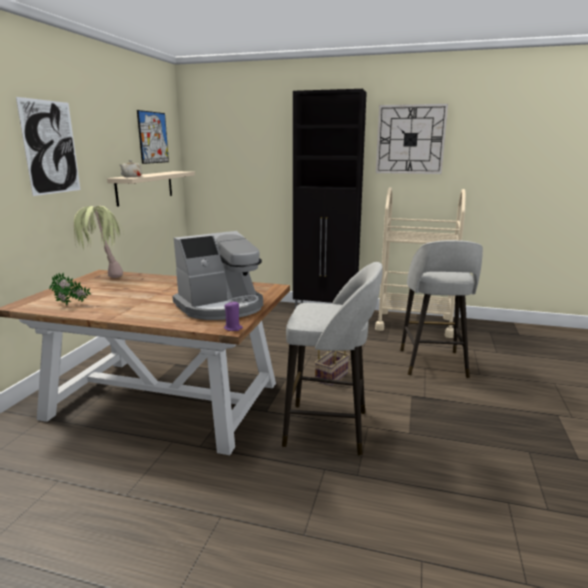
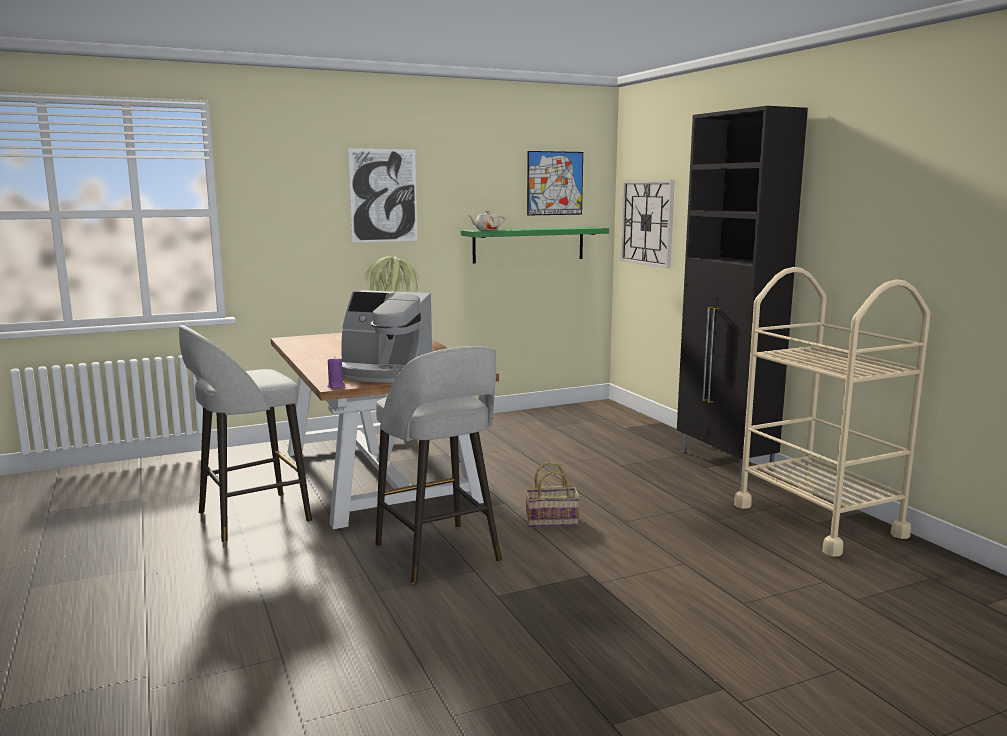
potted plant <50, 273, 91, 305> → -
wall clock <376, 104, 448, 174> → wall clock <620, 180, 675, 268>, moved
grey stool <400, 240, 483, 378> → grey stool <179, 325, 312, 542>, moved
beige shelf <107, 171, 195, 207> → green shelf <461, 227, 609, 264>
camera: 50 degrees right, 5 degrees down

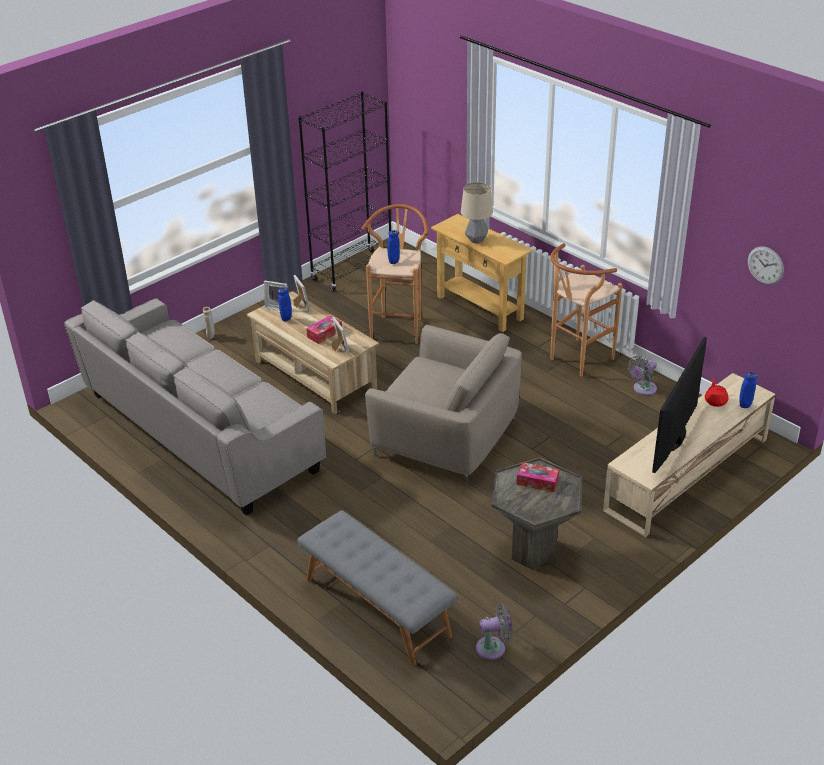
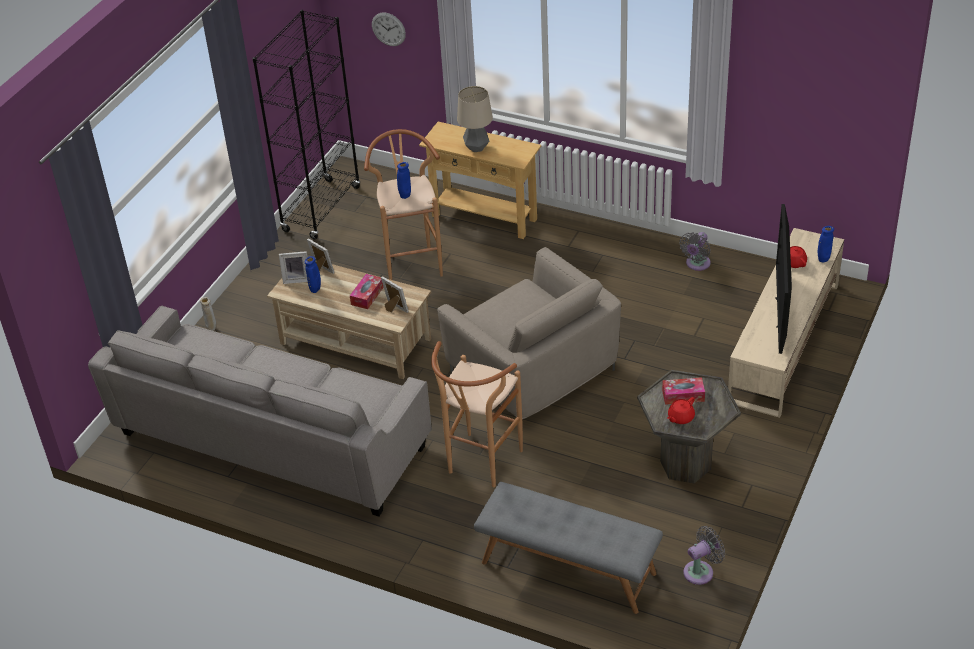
- → red teapot <667, 397, 695, 424>
brown stool <550, 243, 622, 377> → brown stool <431, 341, 523, 488>, moved
wall clock <748, 247, 784, 285> → wall clock <372, 12, 406, 46>, moved
beige armchair <365, 325, 522, 486> → beige armchair <437, 247, 621, 419>, 45 degrees clockwise
camera: 20 degrees left, 5 degrees up

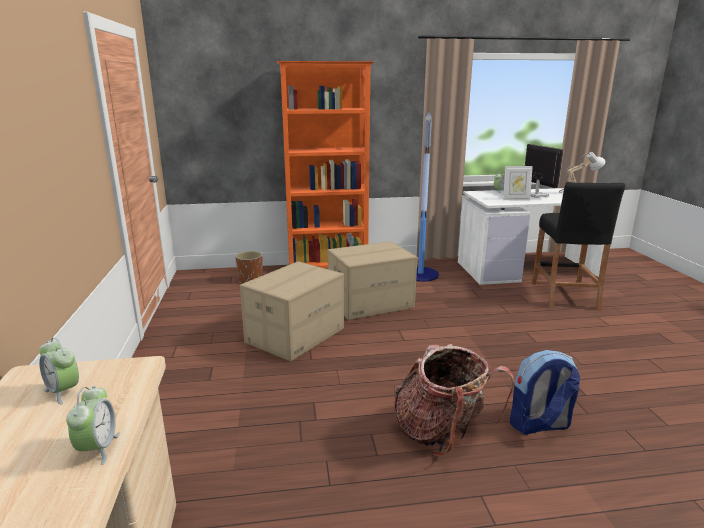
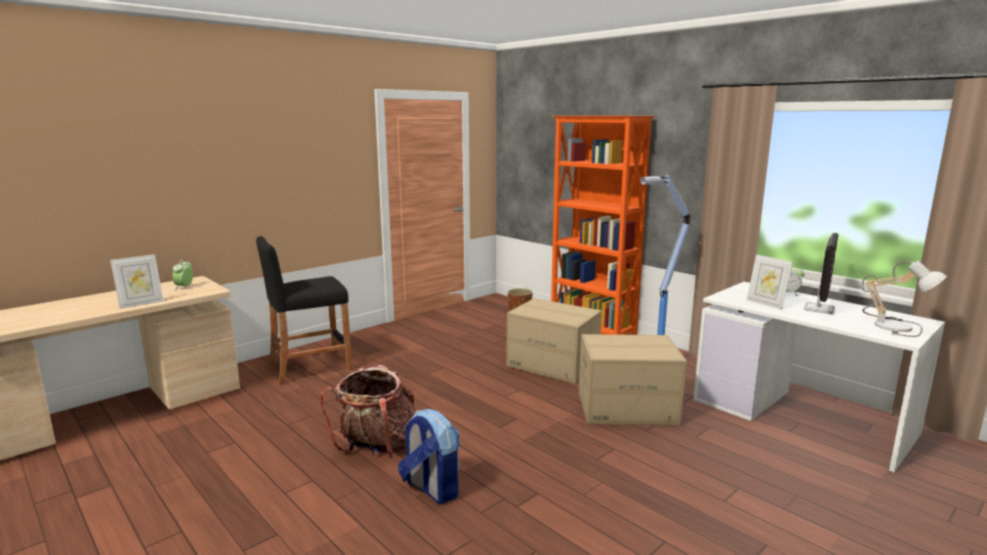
cardboard box <240, 261, 344, 361> → cardboard box <578, 334, 687, 425>, moved
black stool <532, 182, 625, 310> → black stool <256, 236, 352, 385>, moved
alarm clock <66, 386, 120, 465> → picture frame <110, 254, 164, 309>
camera: 55 degrees right, 5 degrees down

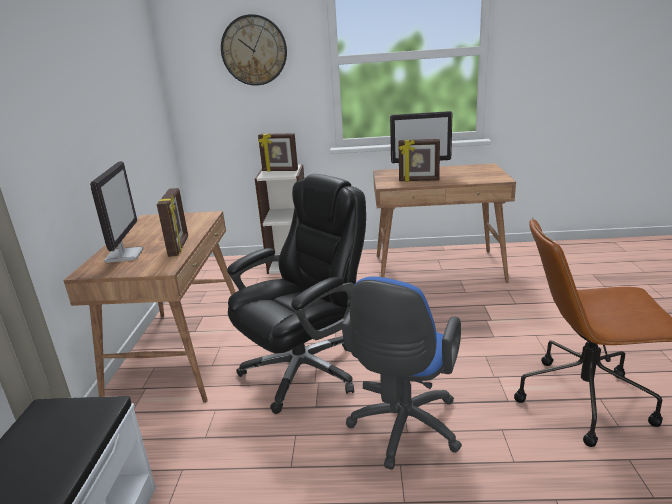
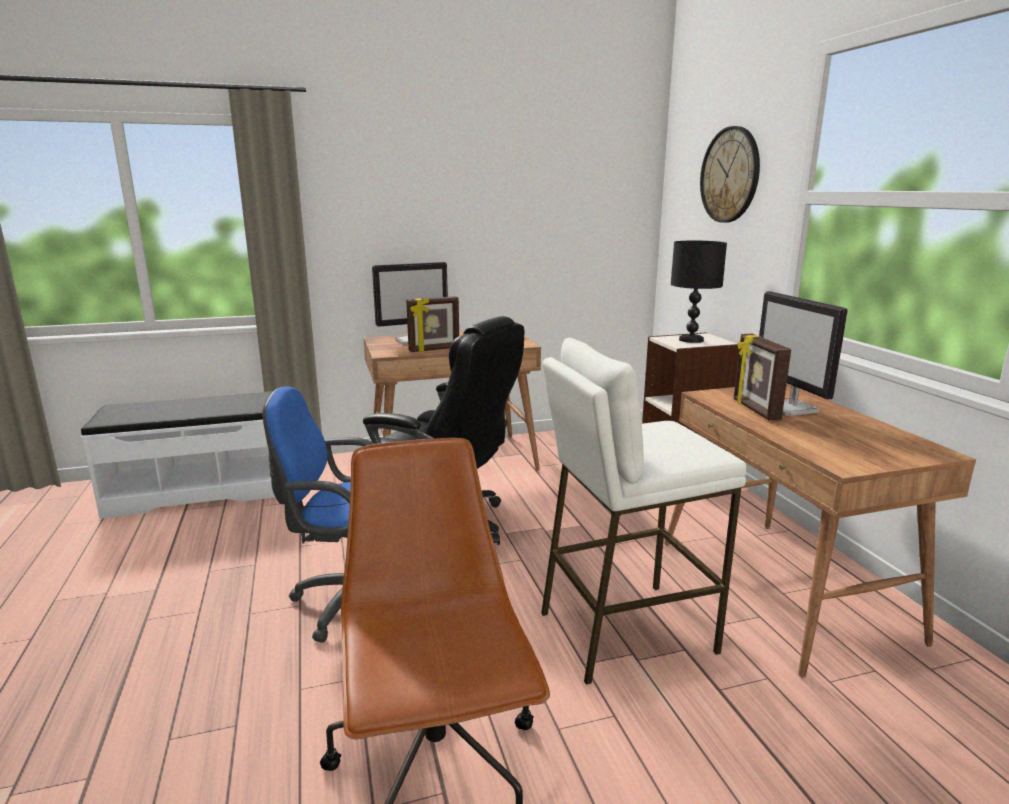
- → white stool <541, 338, 746, 685>
picture frame <258, 133, 298, 172> → black table lamp <671, 241, 727, 343>
camera: 70 degrees right, 5 degrees down

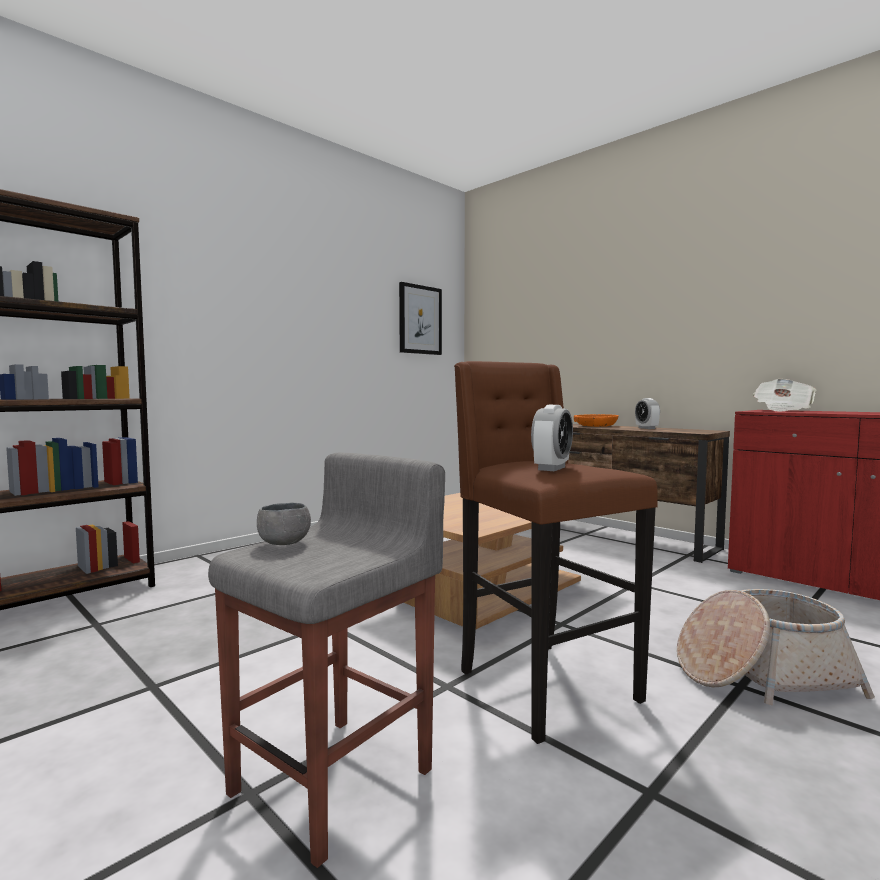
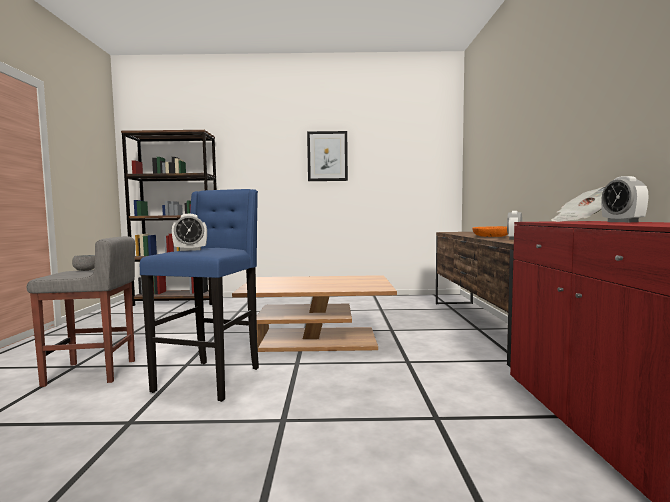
basket <677, 589, 875, 706> → -
- → alarm clock <601, 176, 649, 222>
picture <399, 282, 442, 355> → picture <307, 131, 348, 181>, moved
brown stool <454, 361, 658, 744> → blue stool <140, 189, 259, 402>
camera: 45 degrees right, 0 degrees up

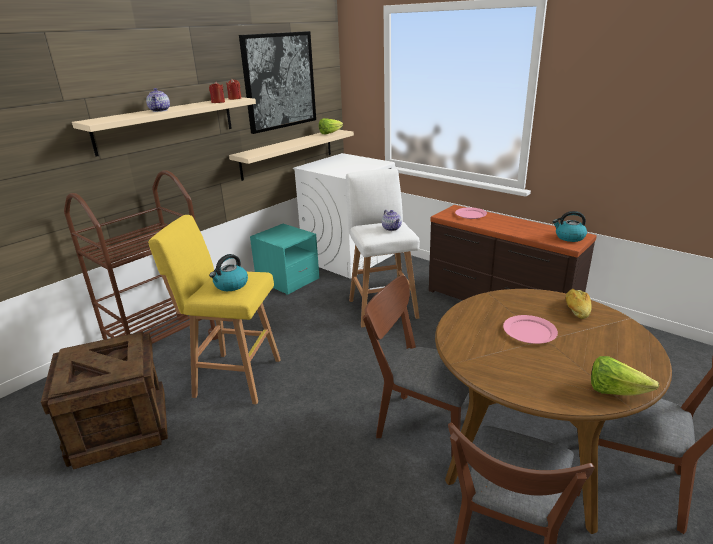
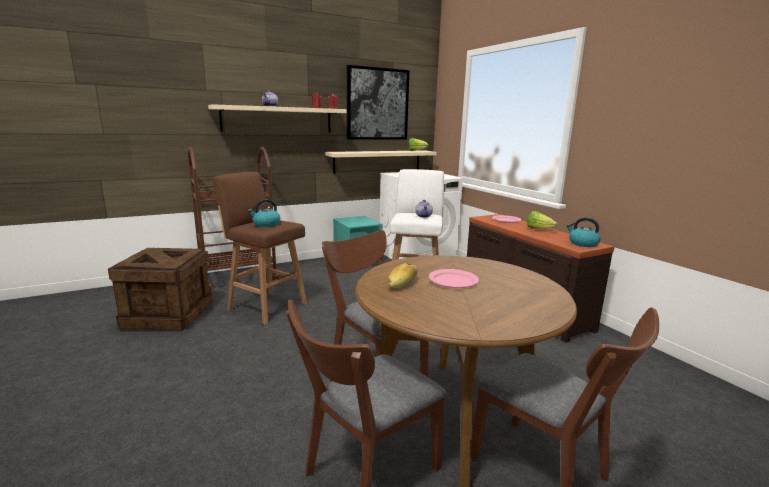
bread <566, 289, 591, 319> → bread <388, 262, 418, 289>, moved
lettuce <591, 356, 659, 396> → lettuce <527, 211, 558, 229>, moved
yellow stool <148, 215, 281, 405> → brown stool <213, 172, 307, 325>
camera: 20 degrees right, 10 degrees down

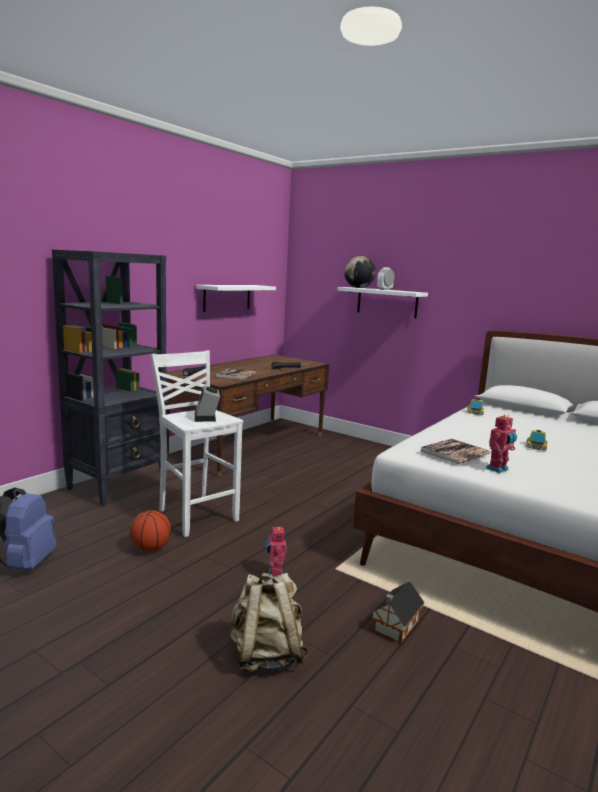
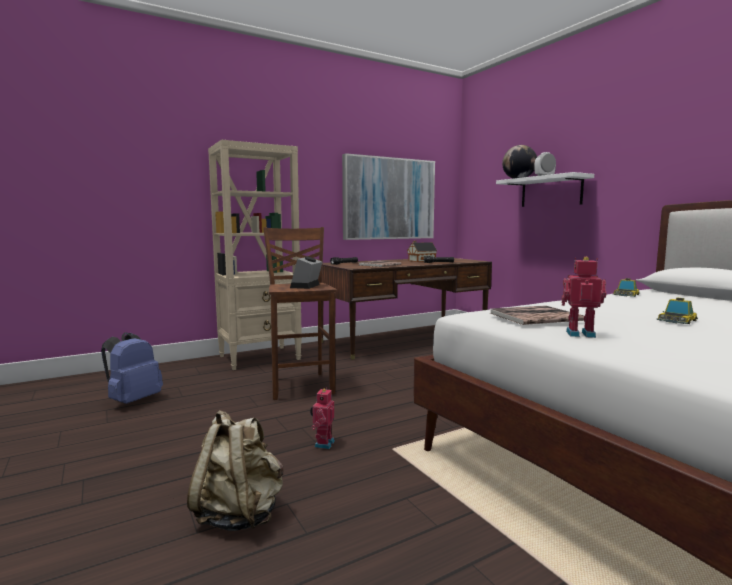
basketball <130, 510, 171, 551> → -
toy house <371, 582, 424, 644> → toy house <407, 241, 437, 262>, moved
white shelf <196, 285, 276, 312> → picture <342, 153, 435, 240>
black bookcase <52, 250, 168, 507> → beige bookcase <208, 140, 302, 370>
white stool <150, 350, 243, 537> → brown stool <263, 227, 337, 400>
toy robot <486, 415, 517, 473> → toy robot <562, 257, 607, 338>, 150 degrees counterclockwise
camera: 25 degrees right, 5 degrees down

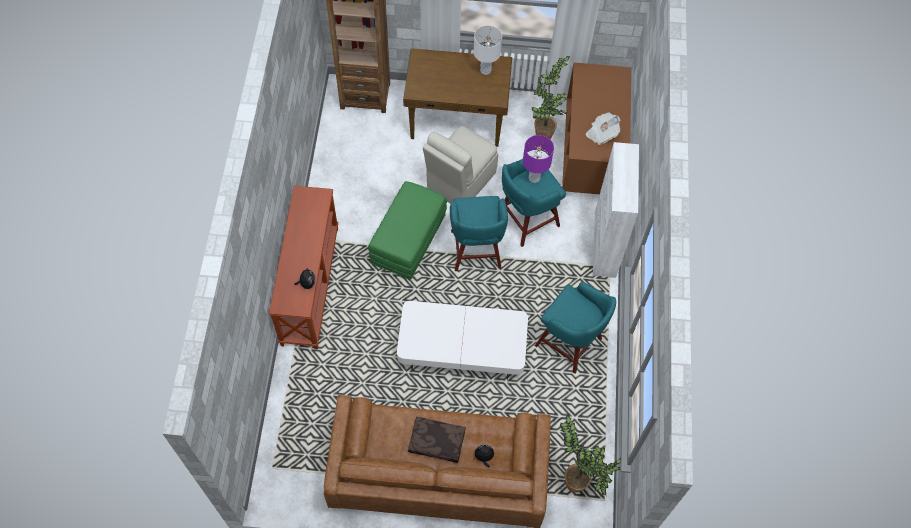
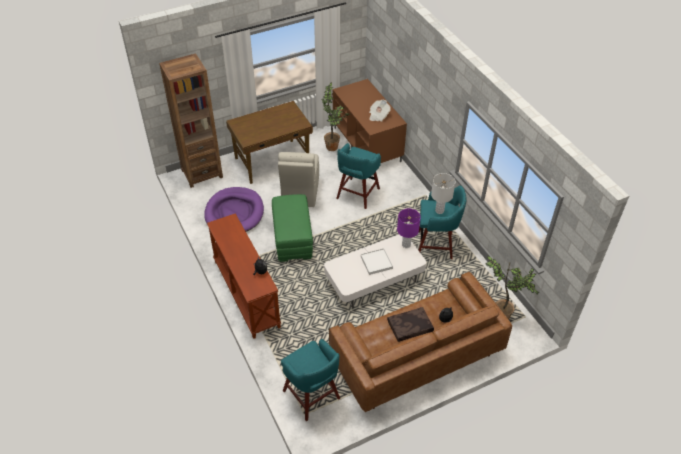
white cabinet <593, 142, 639, 278> → -
- → purple dog bed <204, 187, 264, 232>
- → white tray <361, 248, 393, 275>
turquoise stool <450, 196, 508, 271> → turquoise stool <281, 339, 340, 421>, moved
white table lamp <473, 25, 502, 75> → white table lamp <431, 173, 455, 214>, moved
purple table lamp <523, 135, 554, 183> → purple table lamp <397, 209, 421, 248>, moved
camera: 30 degrees left, 15 degrees down

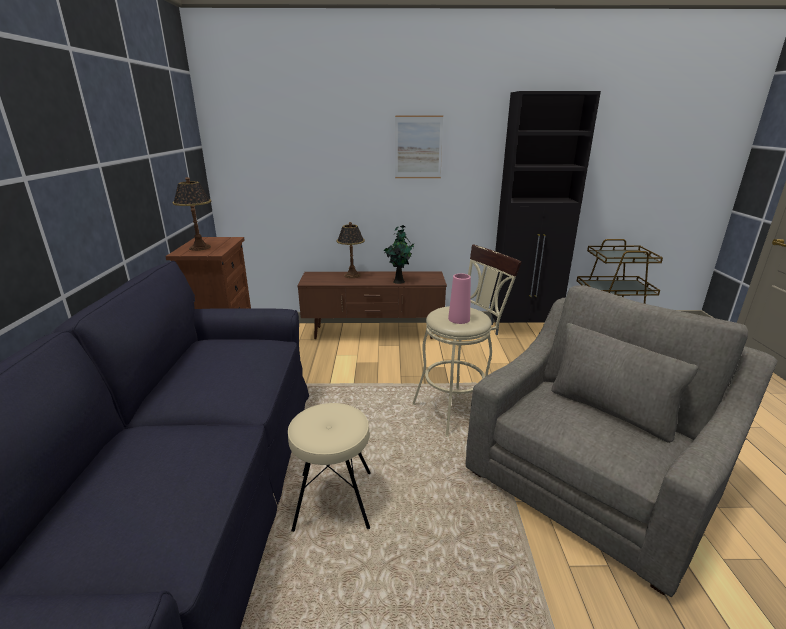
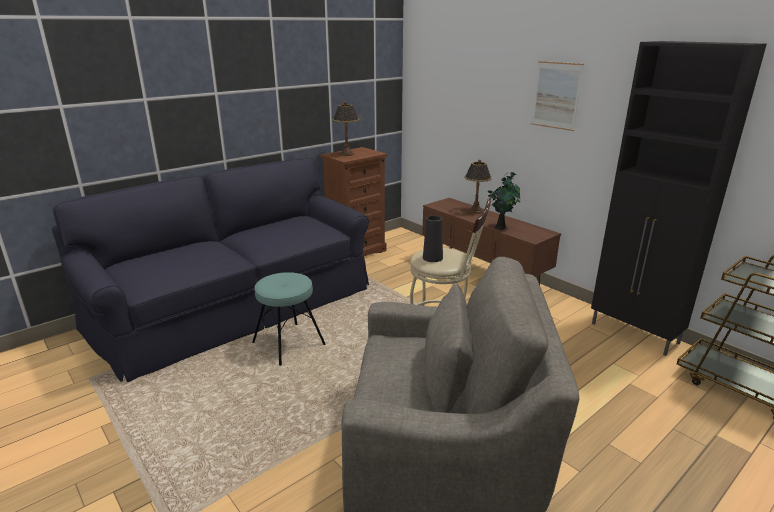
beige stool <288, 403, 371, 532> → turquoise stool <252, 272, 326, 366>
pink vase <448, 274, 471, 324> → black vase <423, 216, 443, 262>
camera: 50 degrees right, 0 degrees up

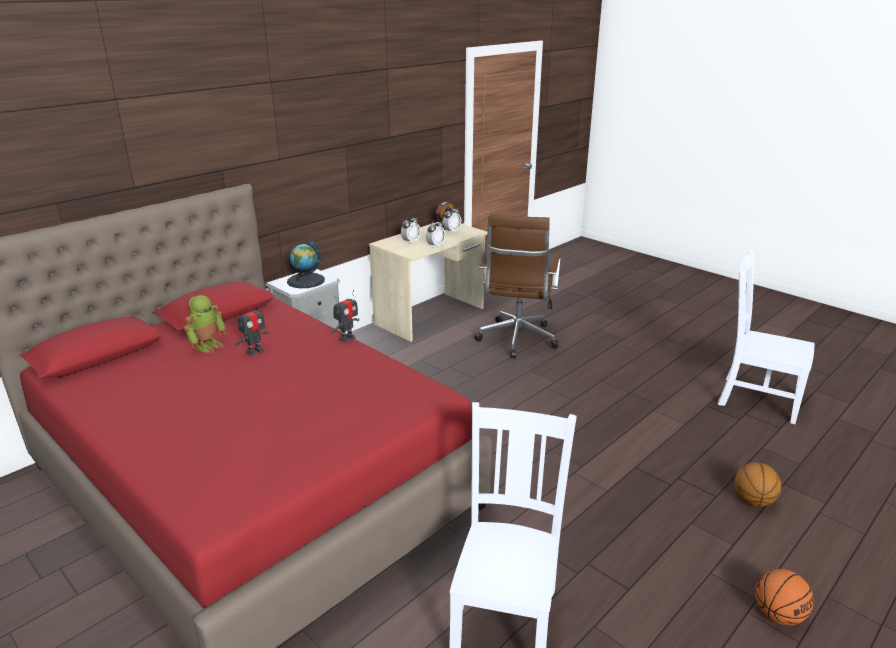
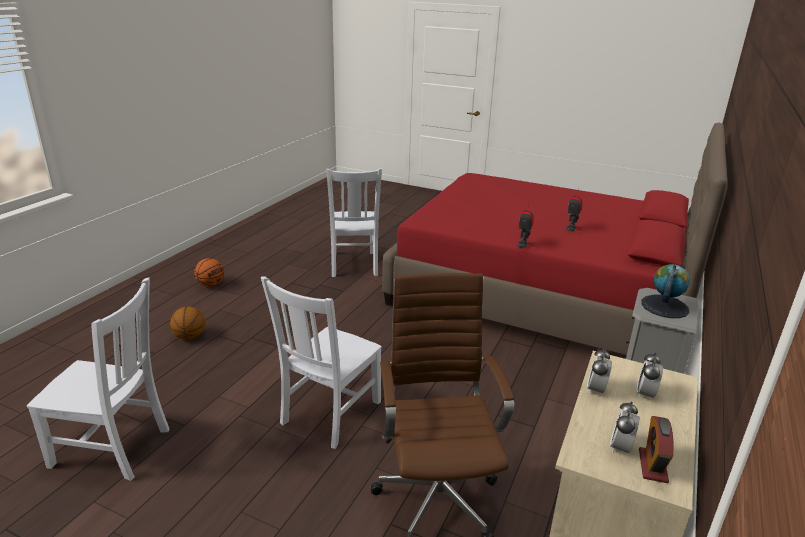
toy robot <184, 295, 226, 353> → -
- → white chair <261, 276, 382, 449>
camera: 160 degrees right, 0 degrees up

